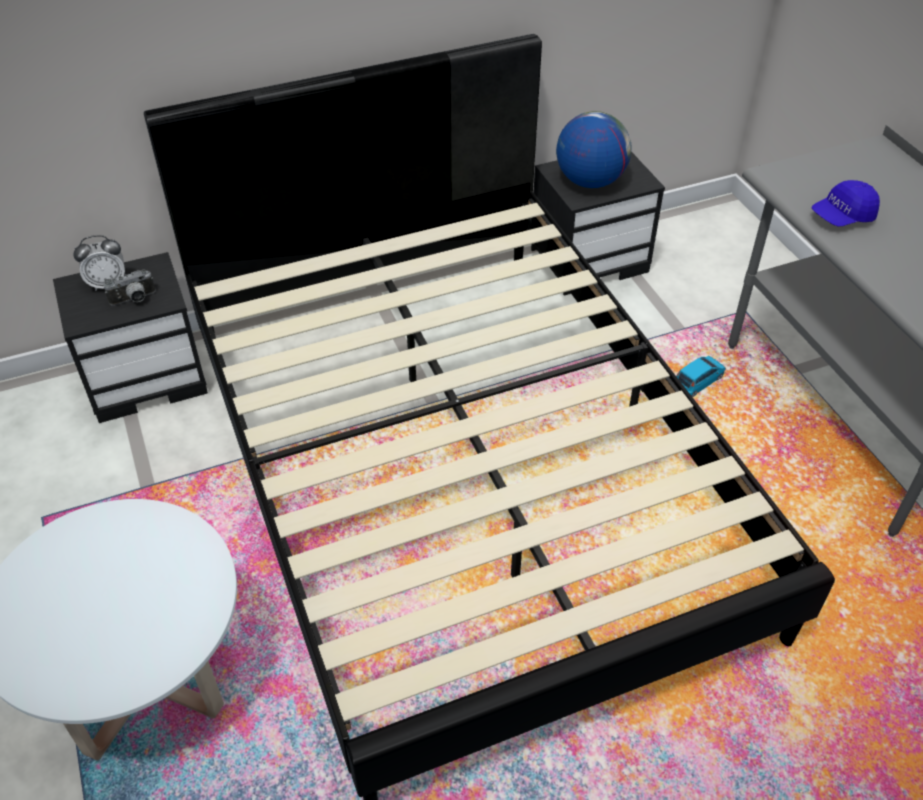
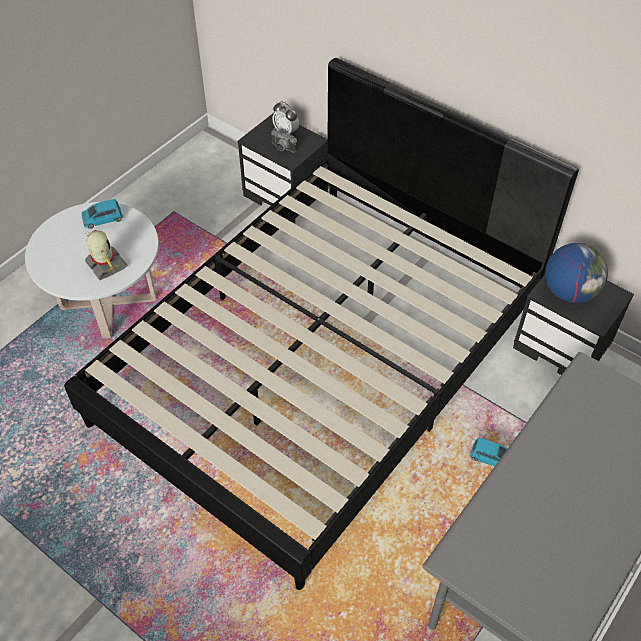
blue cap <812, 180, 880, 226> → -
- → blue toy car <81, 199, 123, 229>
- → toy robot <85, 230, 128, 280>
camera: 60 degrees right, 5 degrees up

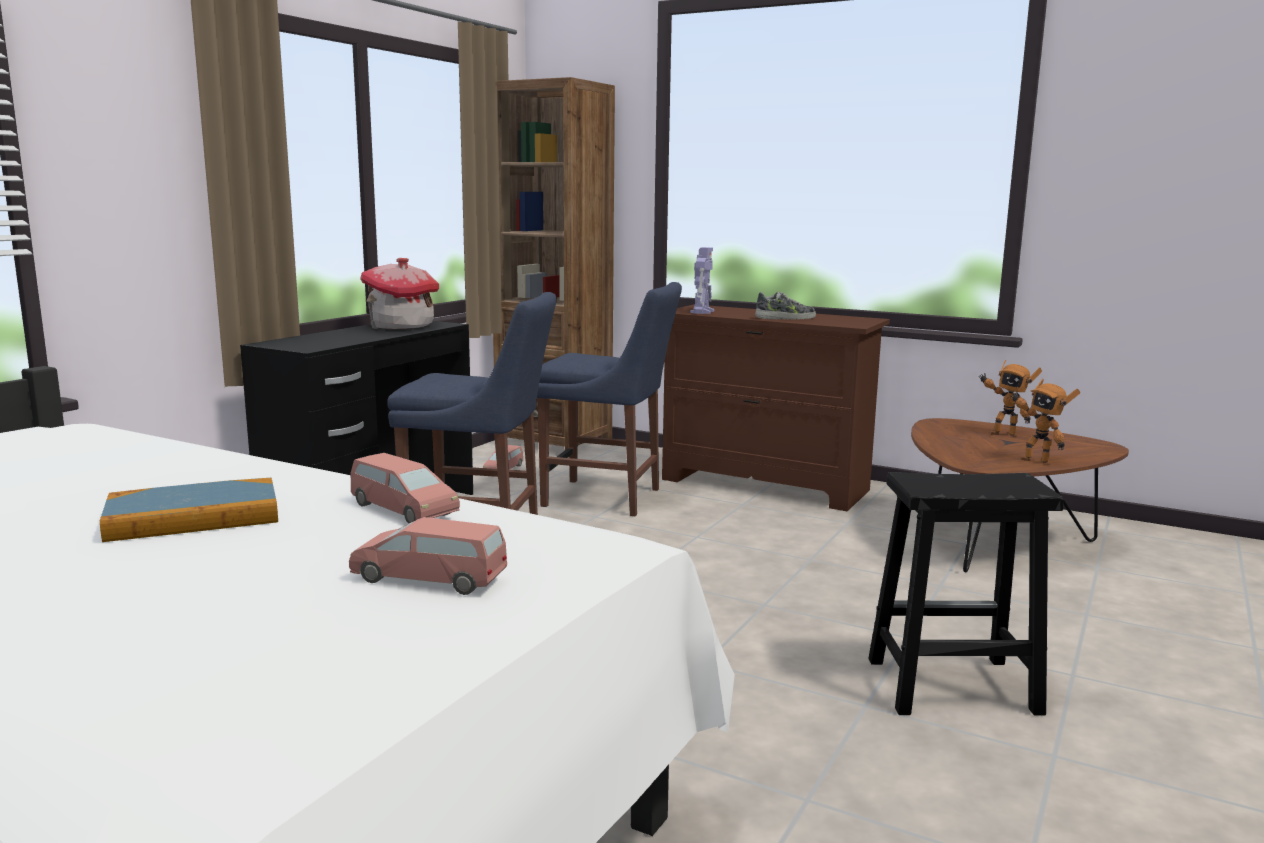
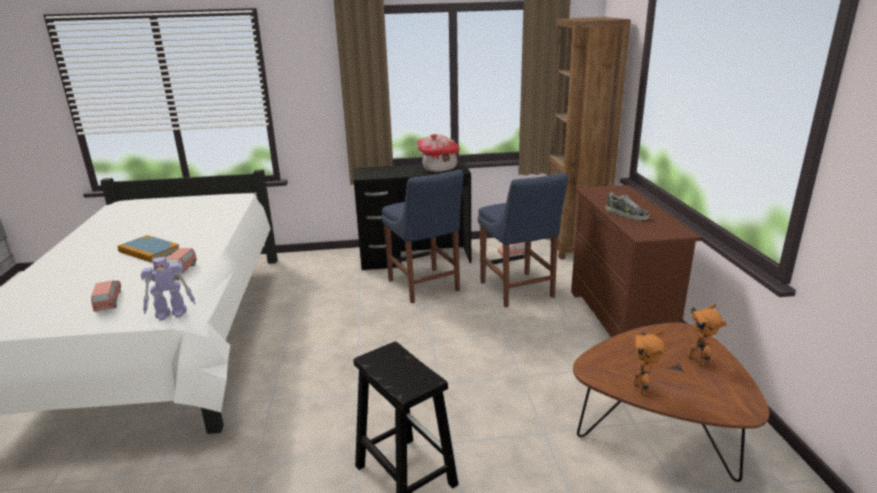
toy robot <690, 247, 714, 314> → toy robot <141, 257, 196, 320>, moved
camera: 55 degrees right, 10 degrees up

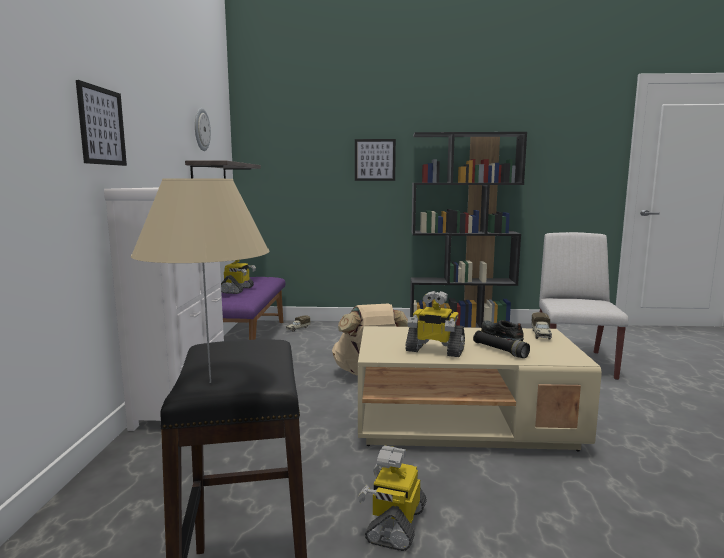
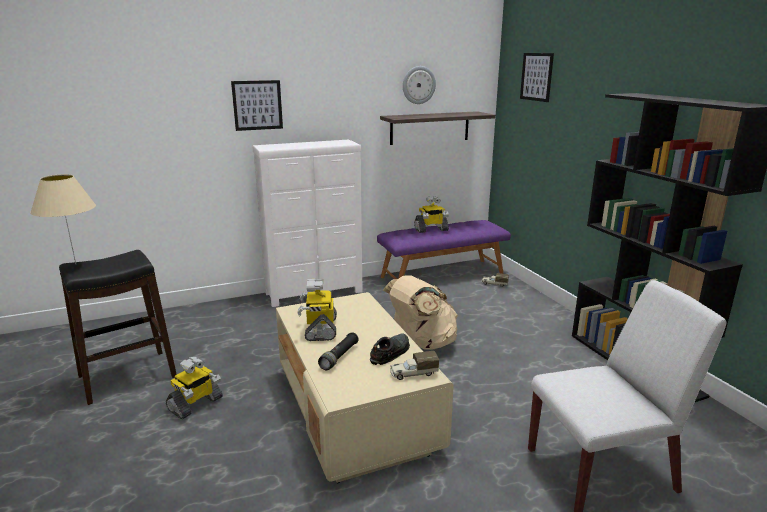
picture <355, 139, 396, 181> → picture <520, 53, 554, 102>, moved
toy robot <358, 445, 427, 551> → toy robot <166, 356, 223, 419>, 135 degrees clockwise
camera: 65 degrees right, 10 degrees up

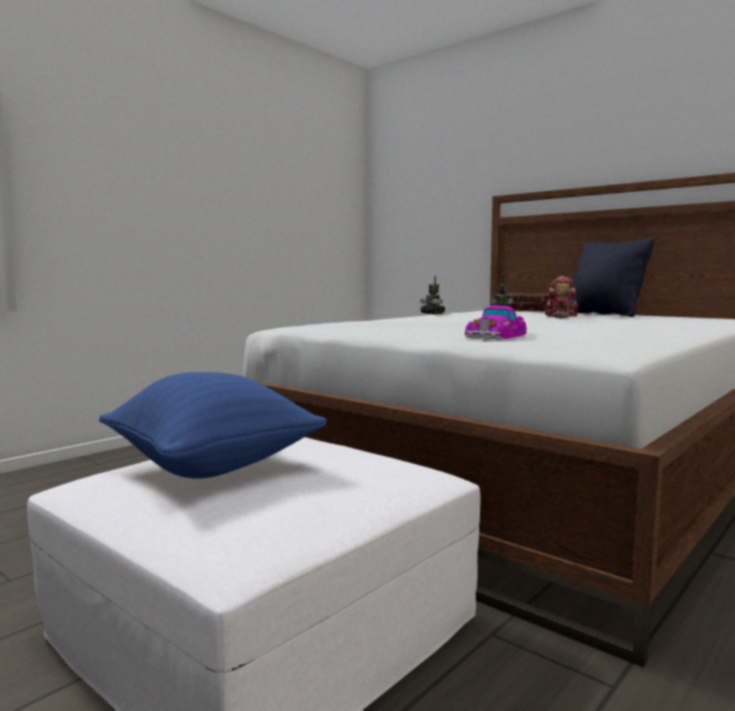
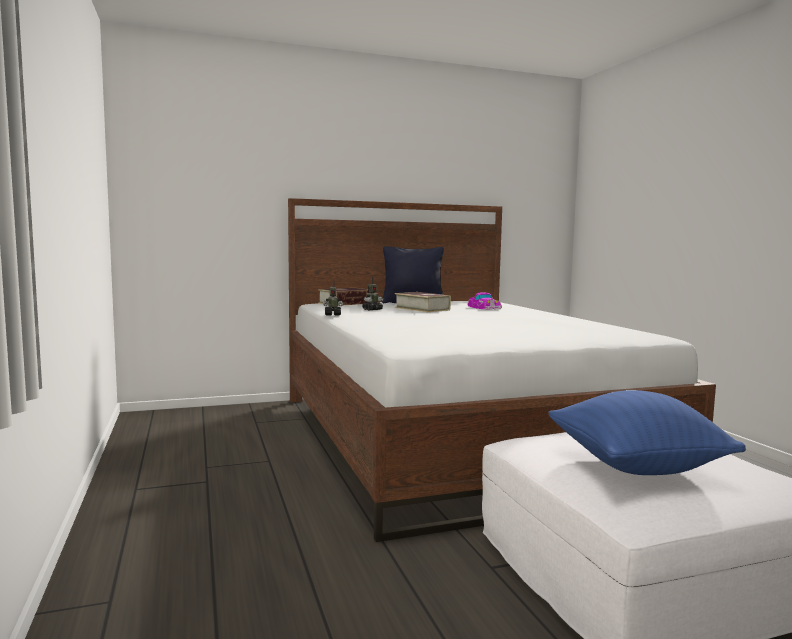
toy car <465, 306, 527, 339> → toy car <467, 292, 502, 310>, moved
toy robot <545, 276, 579, 318> → book <395, 292, 451, 312>
camera: 60 degrees left, 0 degrees up

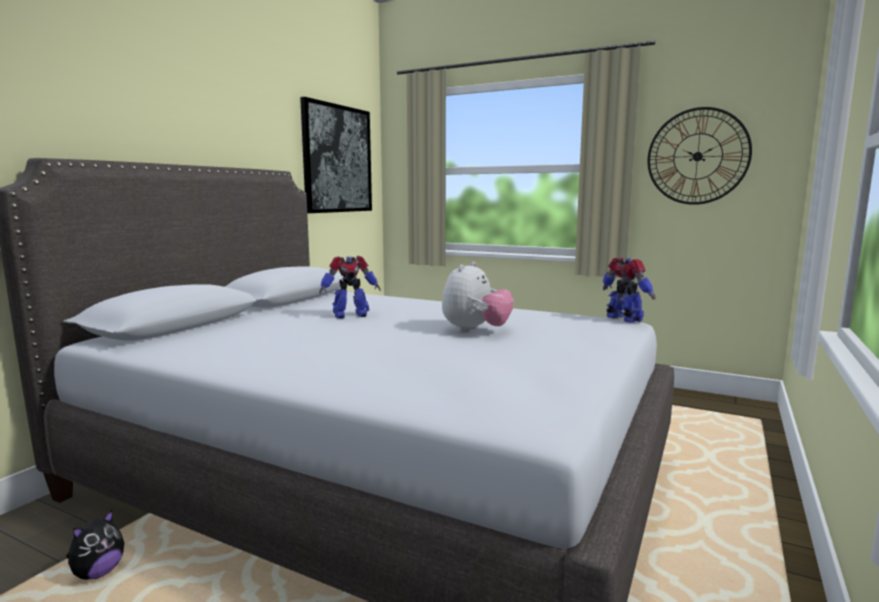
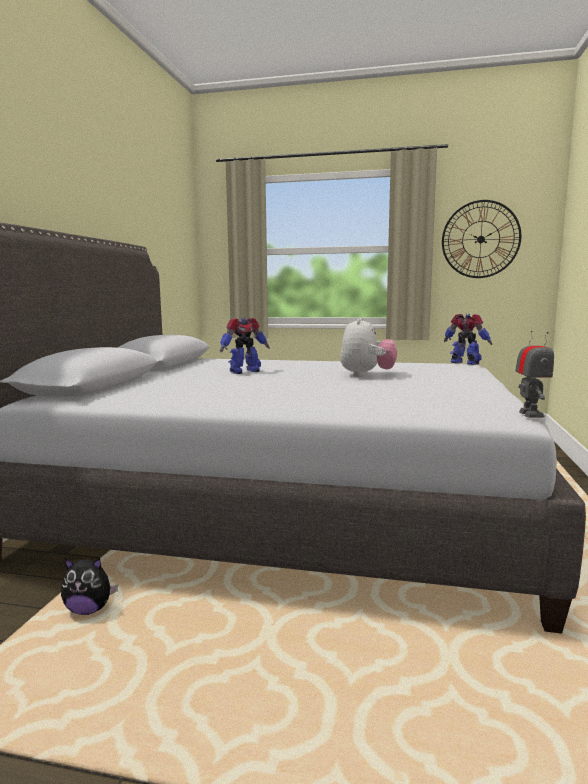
picture <300, 97, 372, 213> → -
- → toy robot <515, 331, 554, 418>
plush toy <66, 510, 124, 580> → plush toy <61, 558, 118, 615>, 75 degrees clockwise
camera: 15 degrees left, 0 degrees up

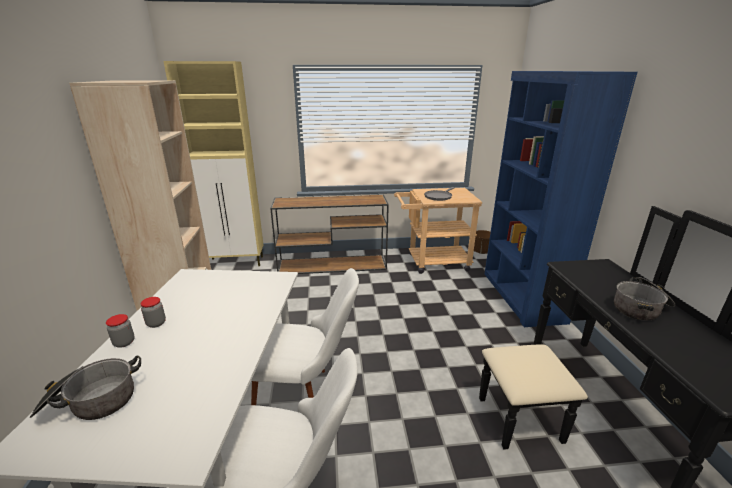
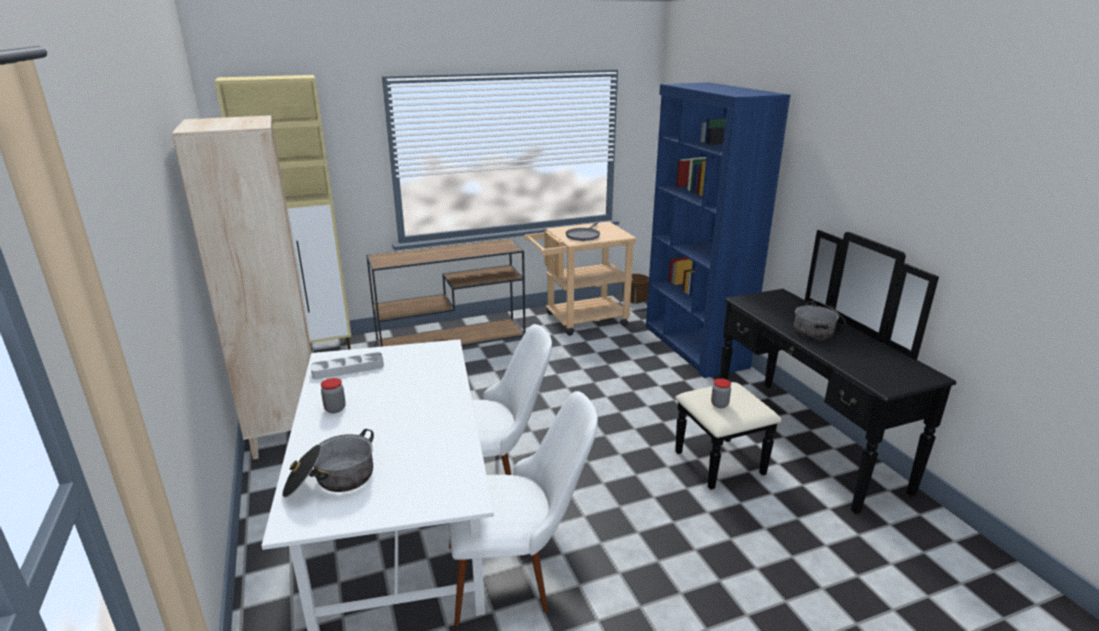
- → grey tray <310, 352, 384, 379>
jar <106, 314, 134, 348> → jar <711, 378, 731, 408>, moved
camera: 15 degrees left, 0 degrees up

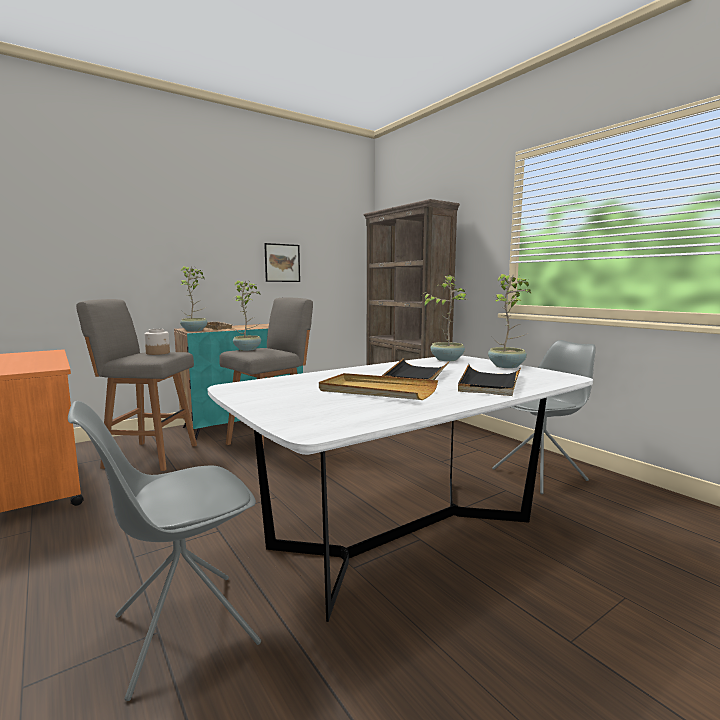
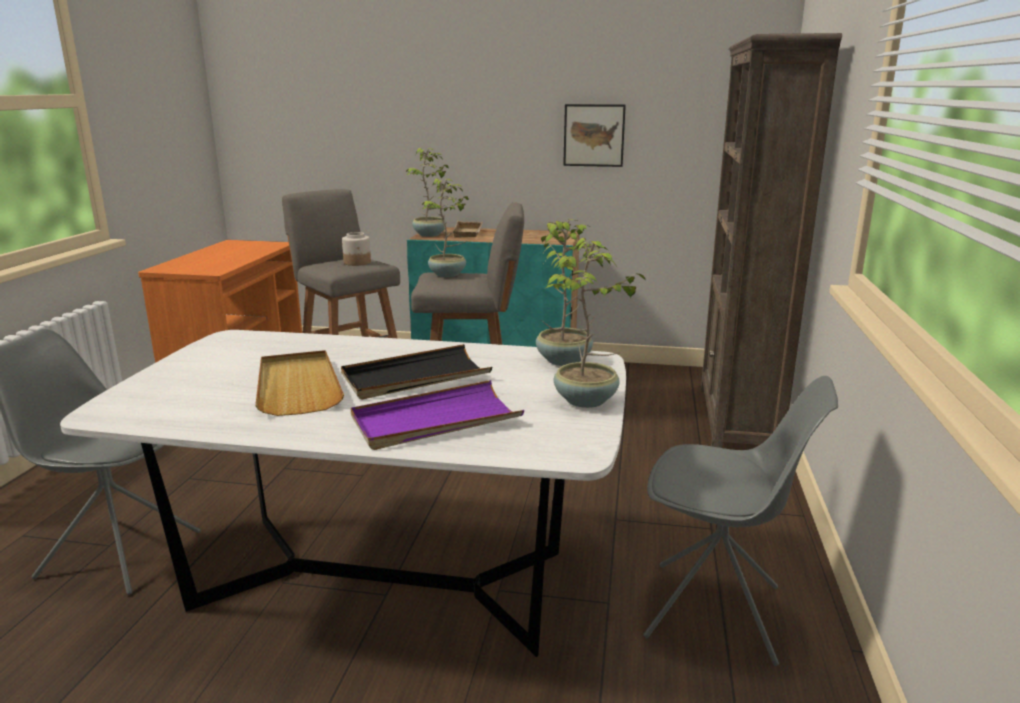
black tray <458, 364, 521, 396> → purple tray <350, 380, 524, 450>
camera: 45 degrees right, 10 degrees up

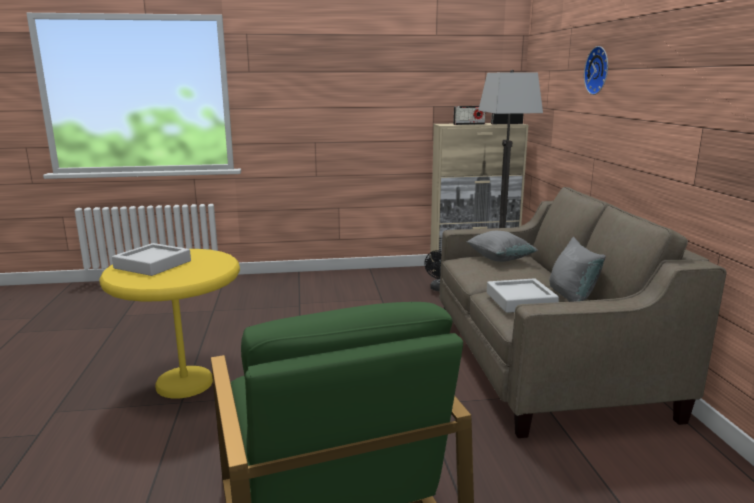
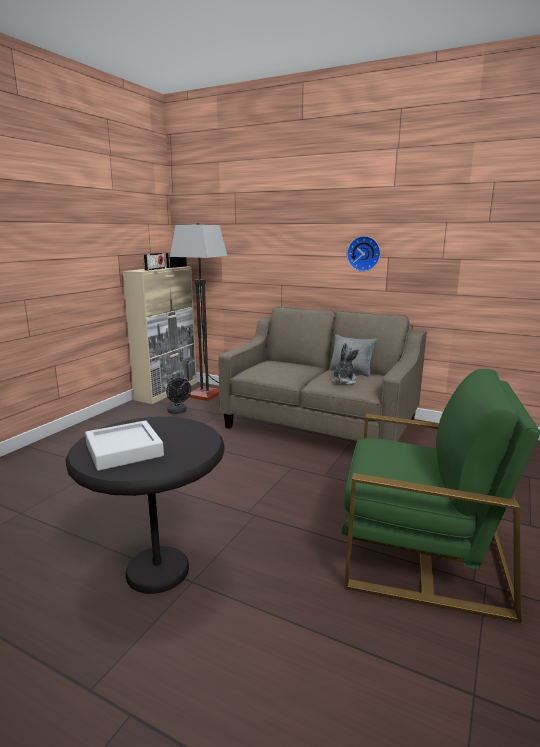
grey pillow <467, 231, 538, 262> → -
wall clock <584, 46, 608, 95> → wall clock <347, 236, 381, 272>, moved
grey tray <487, 278, 559, 313> → plush toy <332, 342, 359, 385>
yellow side table <99, 249, 240, 399> → black side table <65, 417, 225, 594>
camera: 55 degrees left, 0 degrees up

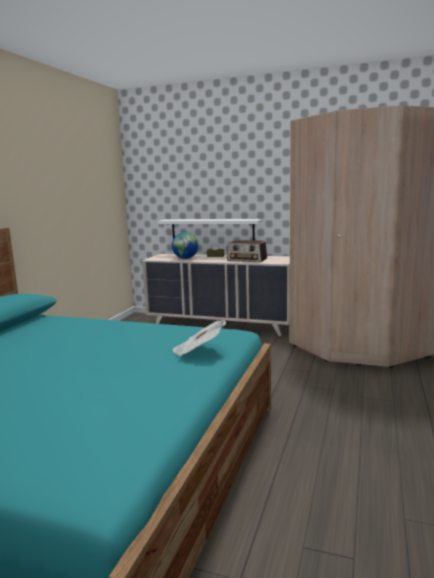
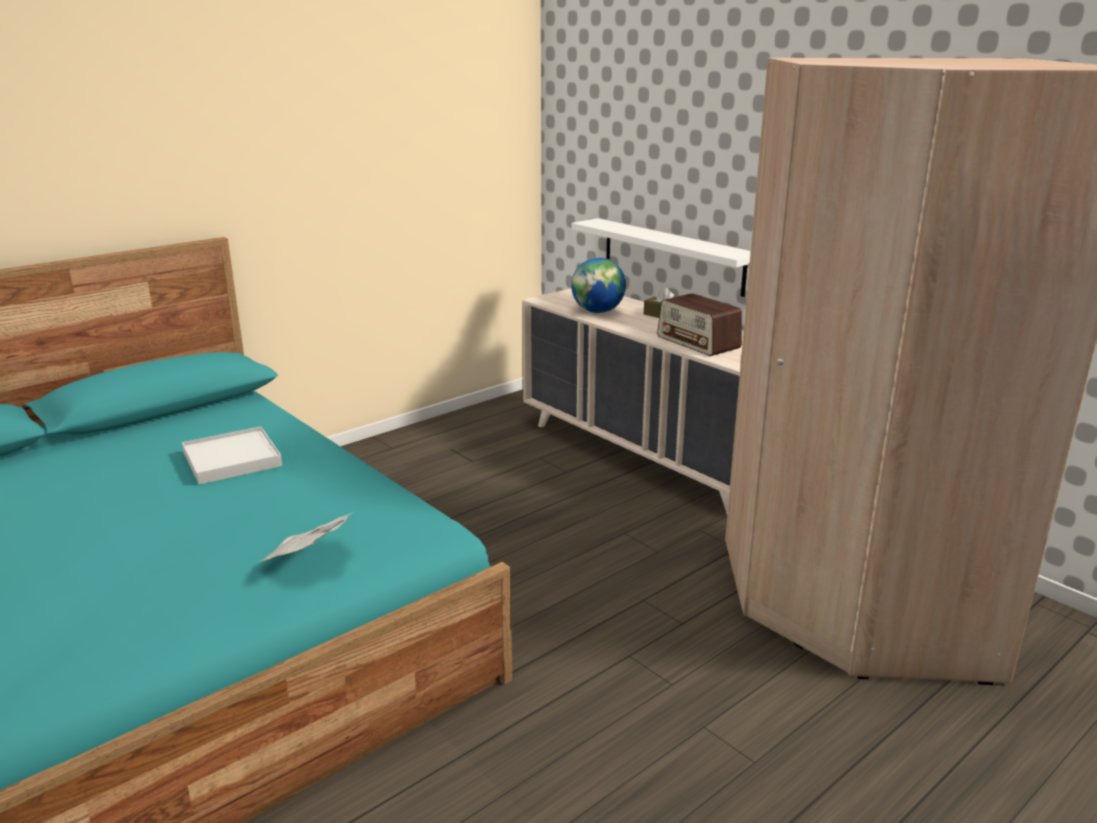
- → white tray <182, 426, 282, 485>
camera: 30 degrees right, 10 degrees up

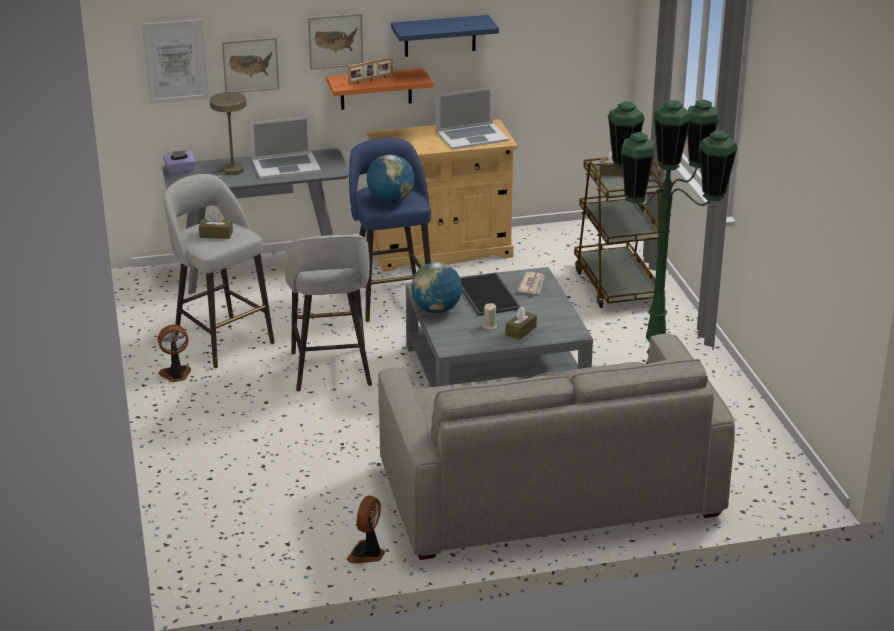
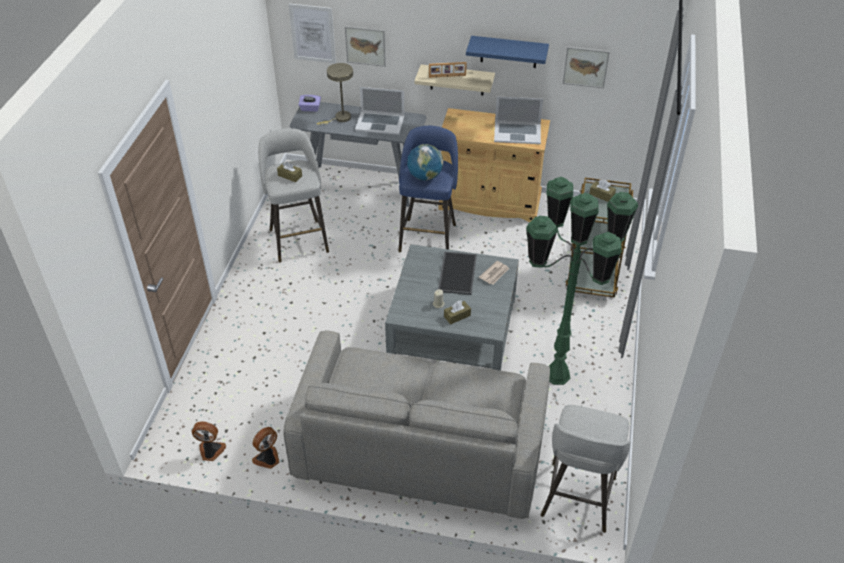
globe <411, 262, 462, 314> → -
fan <158, 324, 191, 382> → fan <192, 422, 226, 461>, moved
grey stool <285, 235, 372, 391> → grey stool <540, 405, 631, 533>, moved
picture <308, 13, 363, 70> → picture <563, 47, 610, 88>, moved
orange shelf <327, 68, 433, 110> → beige shelf <414, 64, 495, 95>
camera: 25 degrees right, 15 degrees up

